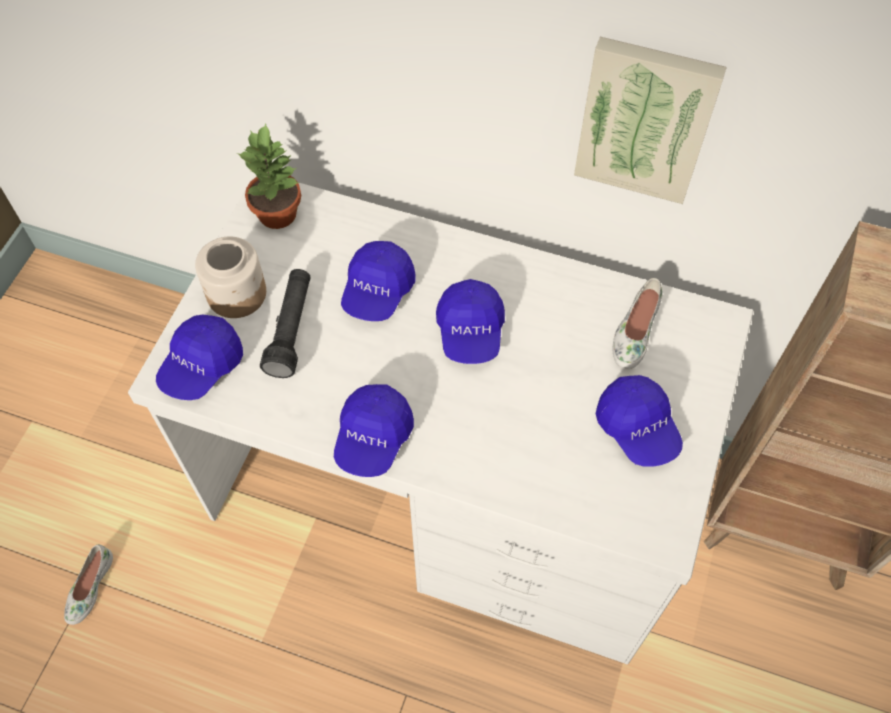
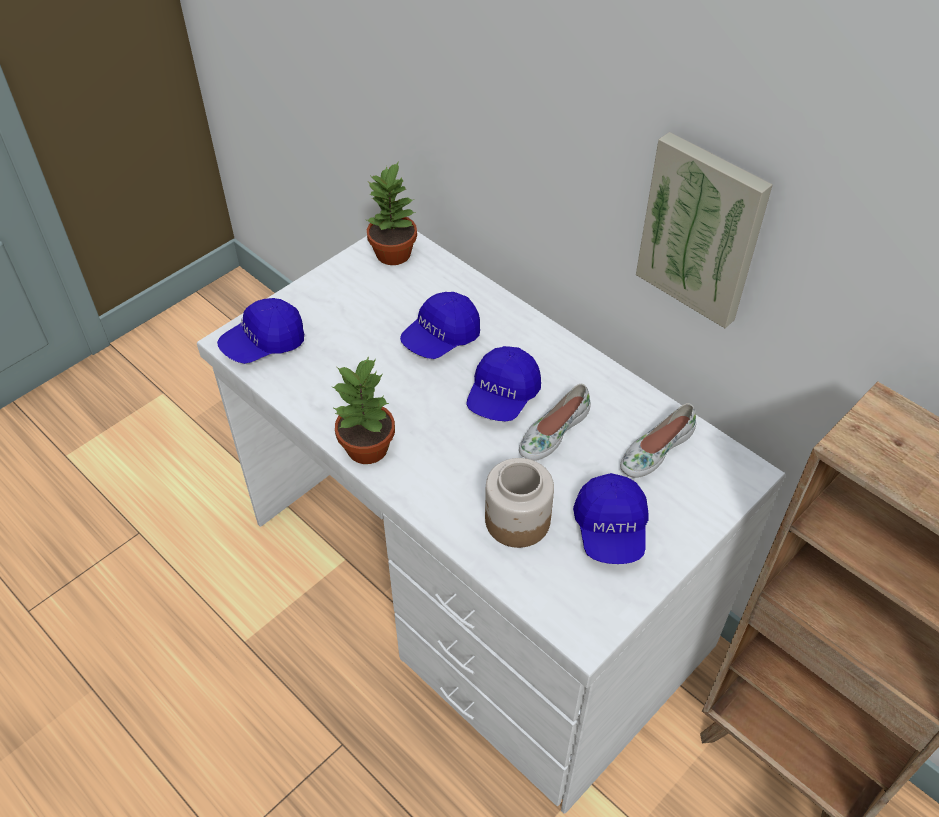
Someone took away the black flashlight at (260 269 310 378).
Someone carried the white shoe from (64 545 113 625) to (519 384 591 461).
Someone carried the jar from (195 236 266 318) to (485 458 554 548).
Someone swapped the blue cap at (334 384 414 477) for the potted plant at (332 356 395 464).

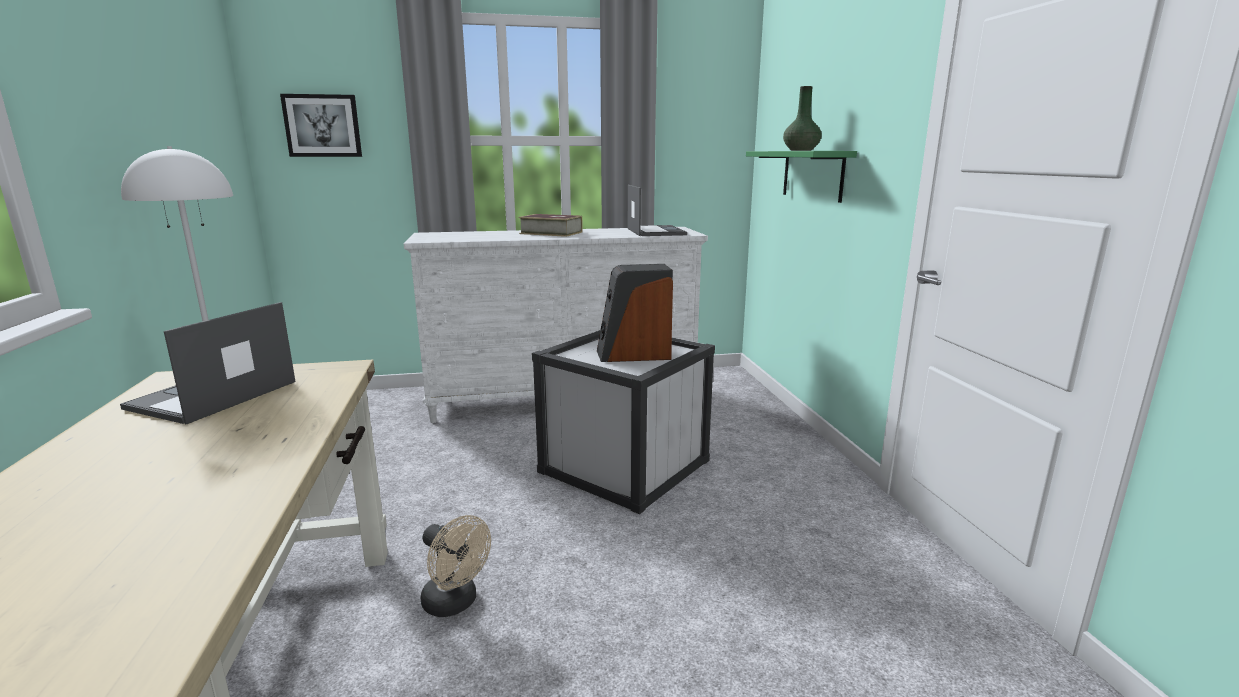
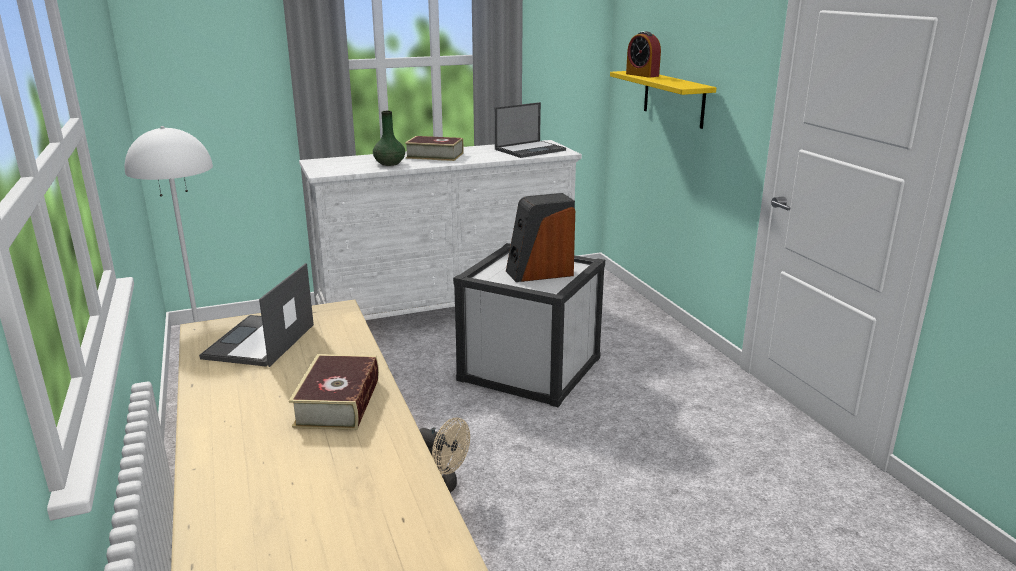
Someone took away the picture at (280 94 362 157).
Someone put down the book at (289 354 379 430).
Someone put down the alarm clock at (626 31 661 78).
Someone carried the green vase from (783 86 822 151) to (373 111 405 166).
Someone repainted the green shelf at (746 151 857 203), which became the yellow shelf at (610 71 717 129).
Someone rotated the laptop at (628 185 687 236) by 75 degrees clockwise.

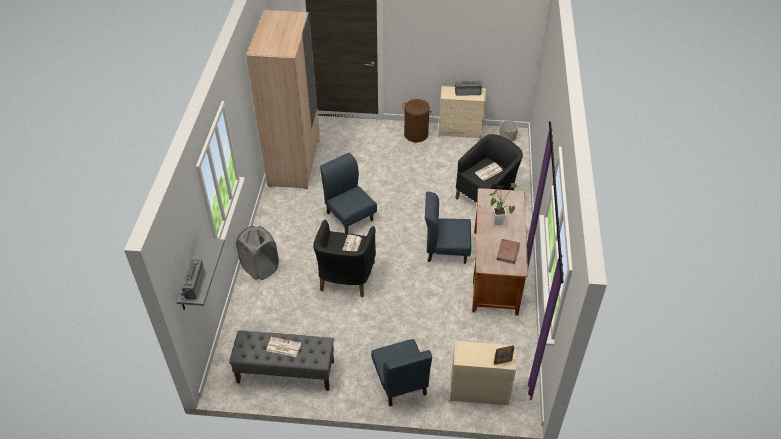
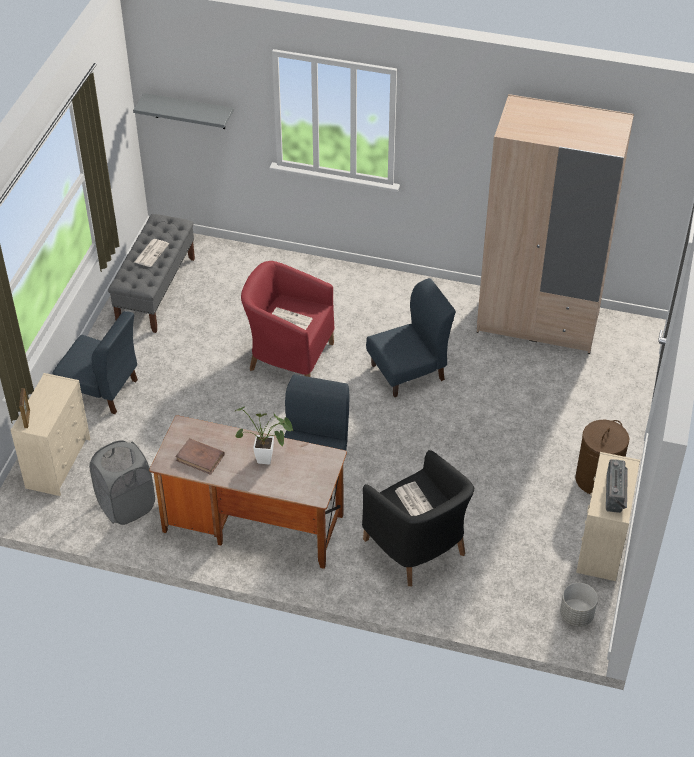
Someone took away the radio at (180 259 205 300).
Someone carried the grey laundry basket from (236 226 279 280) to (89 440 155 525).
Someone repainted the black armchair at (313 220 376 297), which became the red armchair at (241 261 335 377).
Someone rotated the blue chair at (371 339 432 406) by 150 degrees counterclockwise.

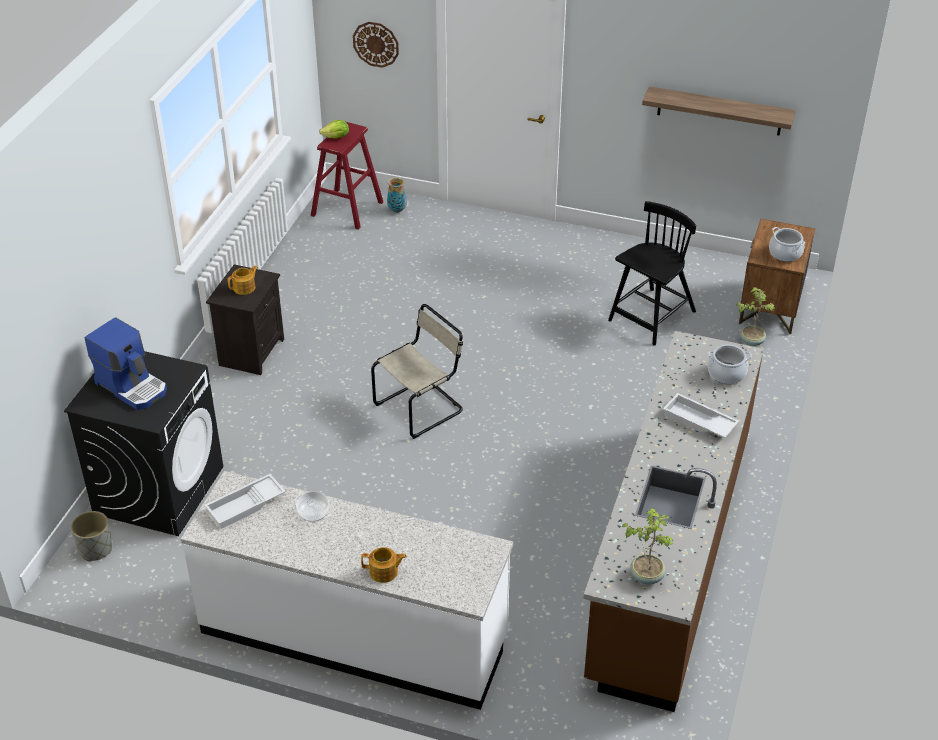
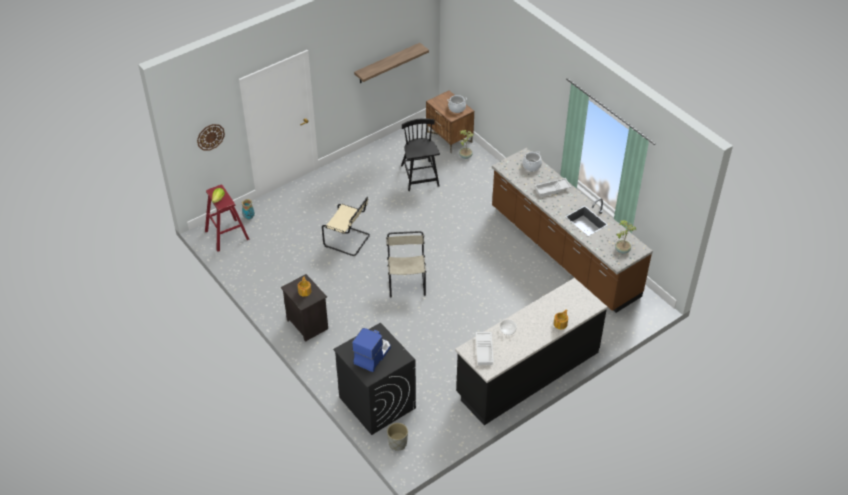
Someone put down the beige chair at (322 197 370 256).
Someone repainted the white counter at (181 471 513 710), which became the black counter at (455 278 607 425).
Someone rotated the coffee machine at (84 317 167 410) by 45 degrees counterclockwise.

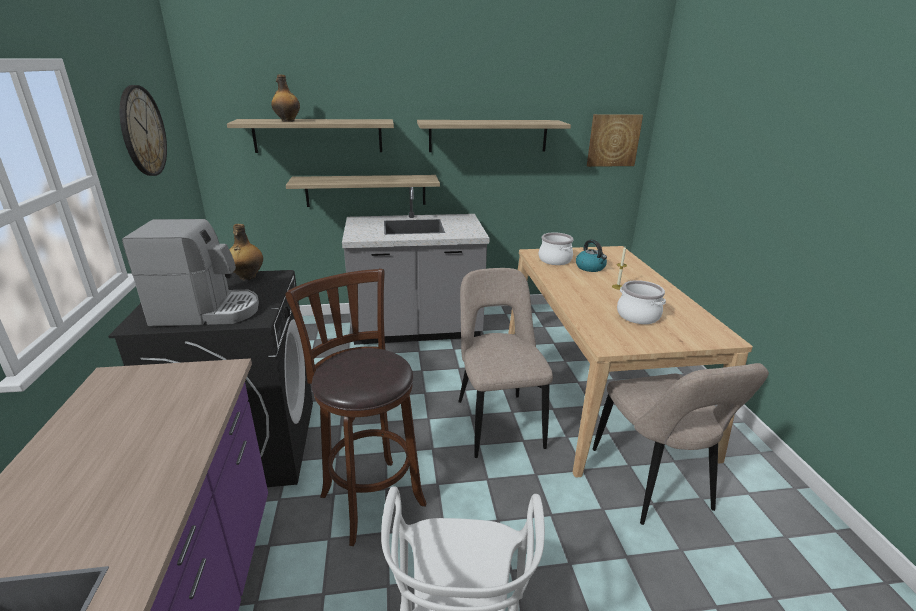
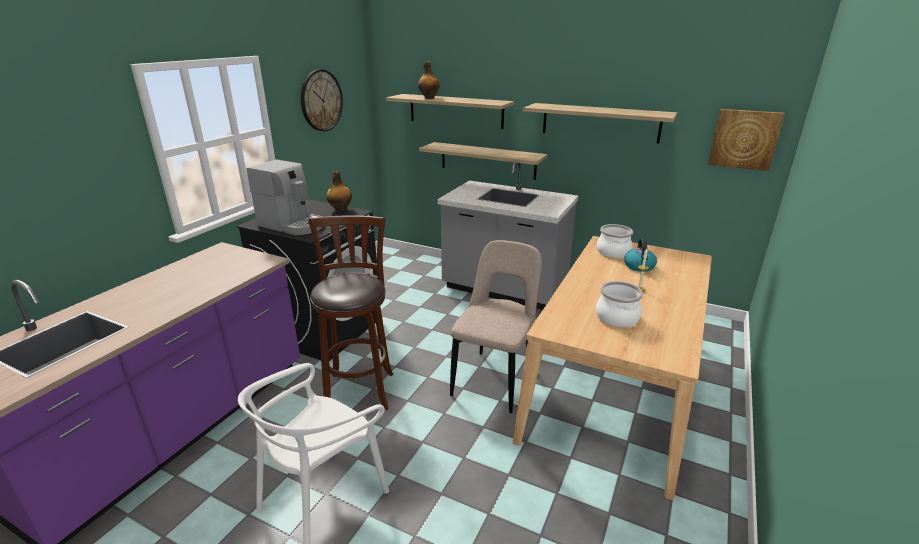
Someone took away the beige chair at (593 363 769 525).

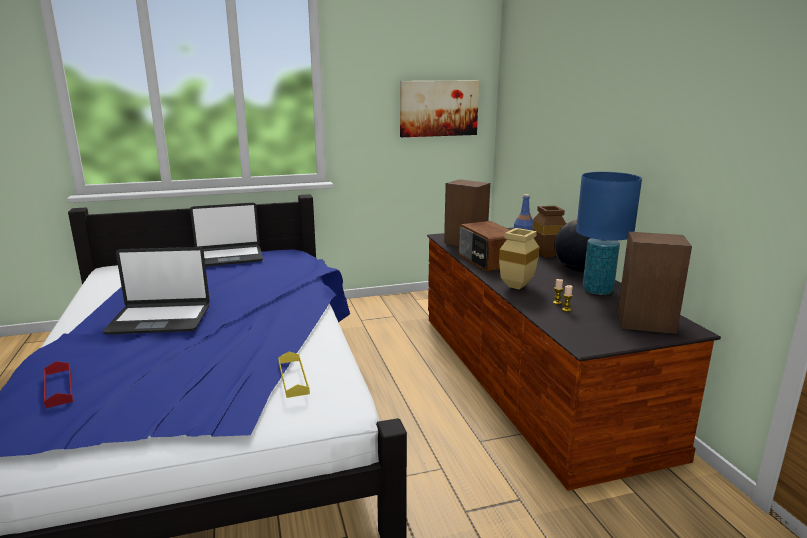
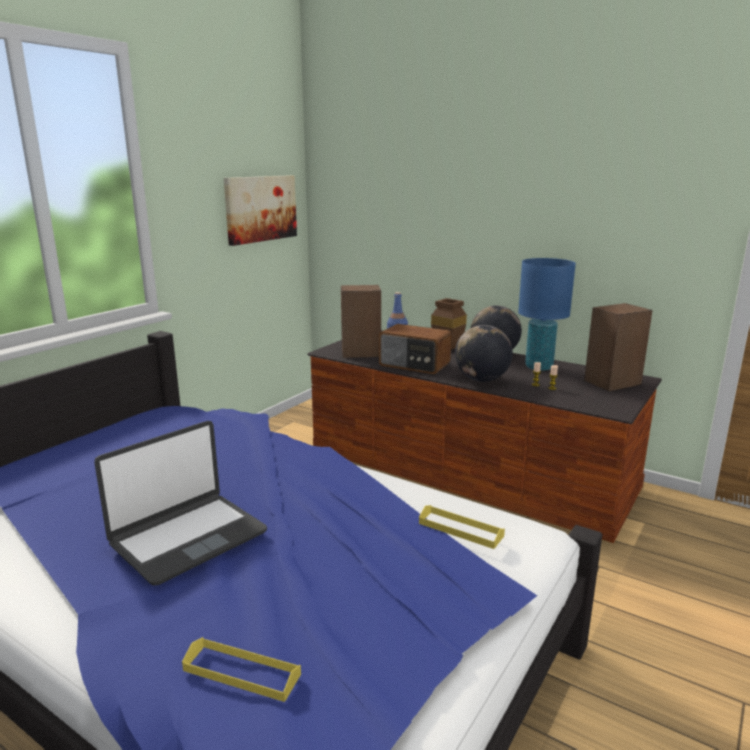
Someone took away the laptop at (190 203 263 267).
Someone swapped the beige vase at (499 228 539 290) for the globe at (455 325 513 382).
Someone repainted the red tray at (44 361 73 409), which became the yellow tray at (182 637 301 702).

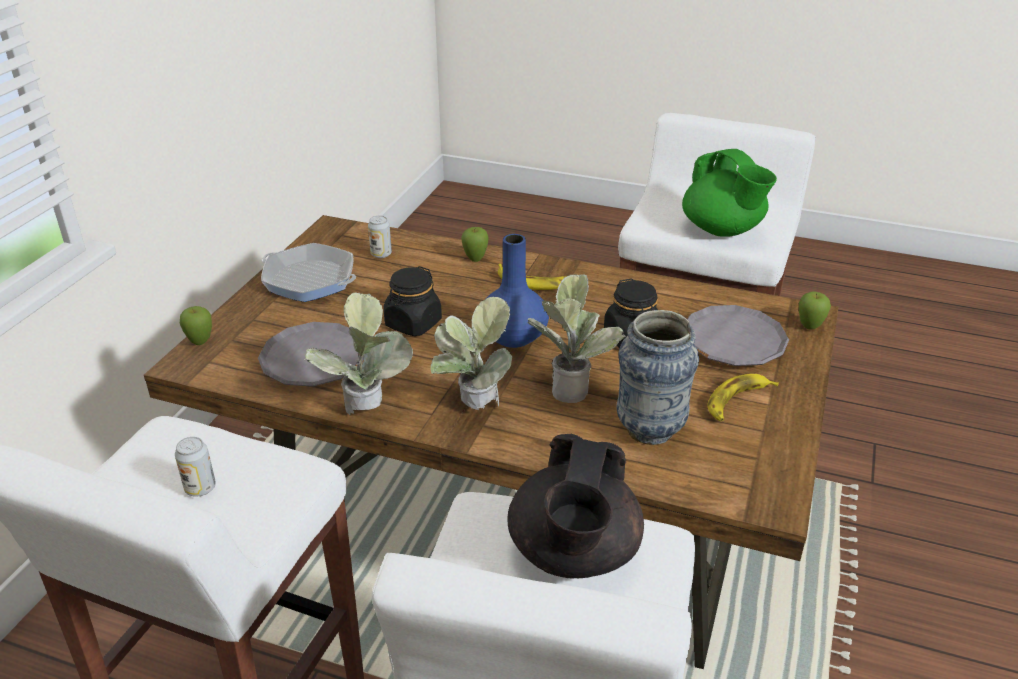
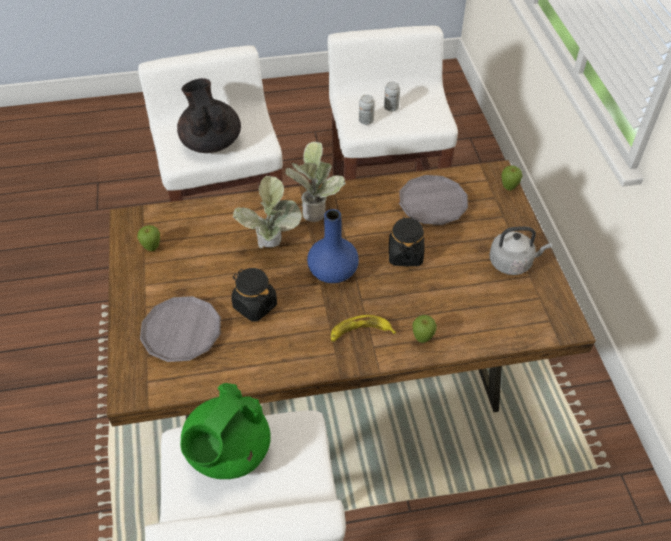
Someone took away the potted plant at (304 292 413 415).
Someone took away the vase at (617 310 699 445).
Someone took away the banana at (707 374 779 421).
Someone carried the can from (368 216 392 258) to (359 95 375 125).
Someone carried the apple from (799 291 831 330) to (137 225 160 251).
Someone swapped the frying pan at (261 243 356 302) for the grey kettle at (489 227 551 275).
Someone rotated the green teapot at (682 149 777 237) by 90 degrees counterclockwise.

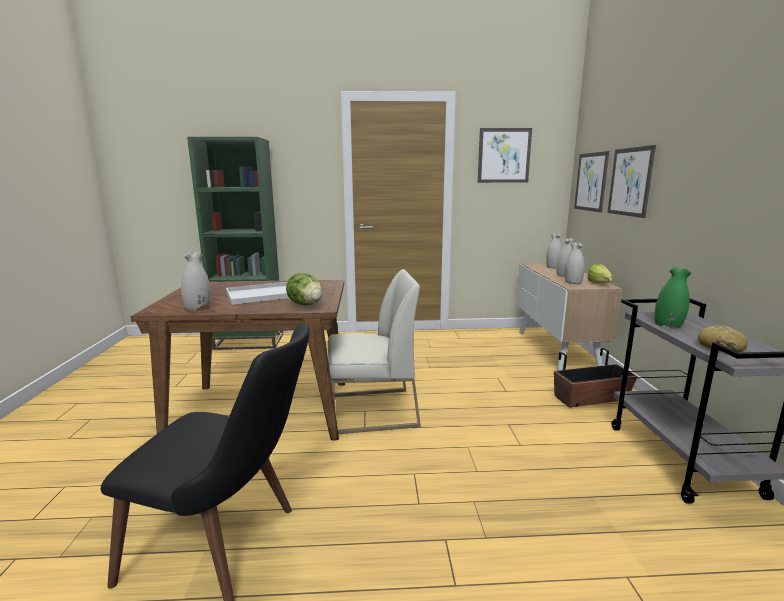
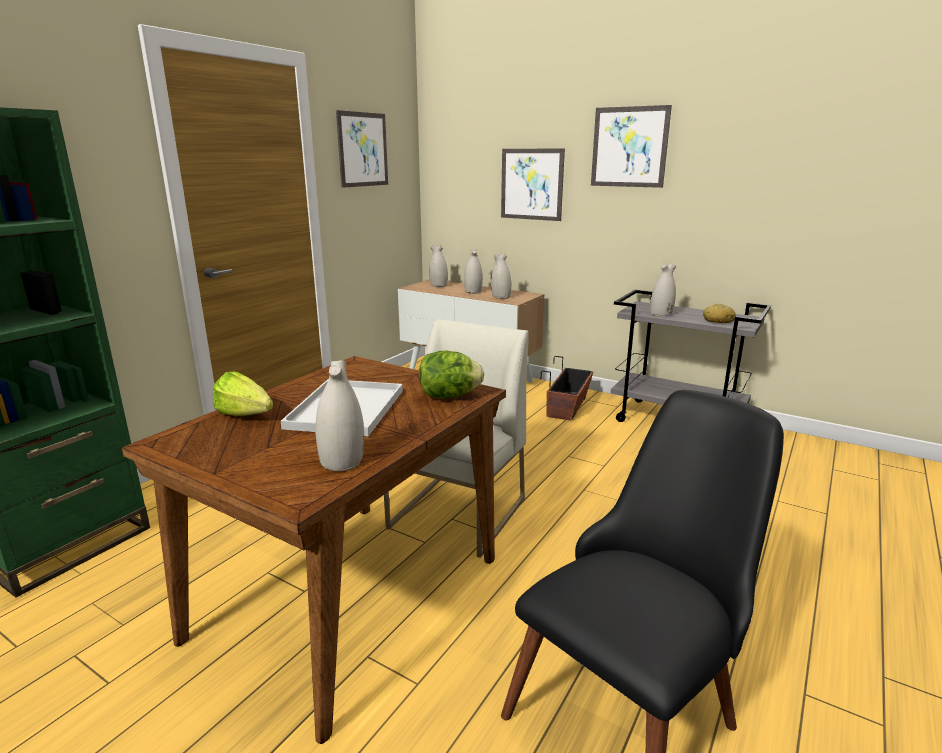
Someone carried the picture from (574 151 609 212) to (591 105 672 188).
Someone carried the lettuce from (587 264 612 283) to (213 371 273 416).
Someone repainted the green vase at (654 267 691 327), which became the white vase at (650 264 676 317).

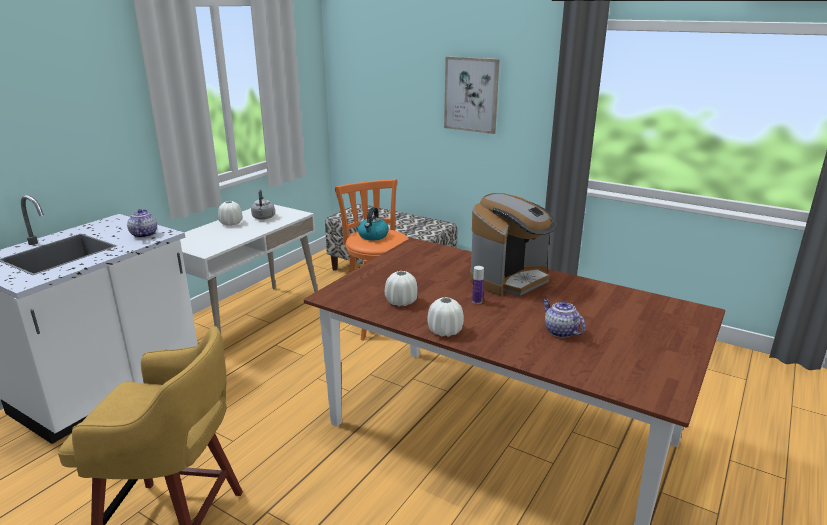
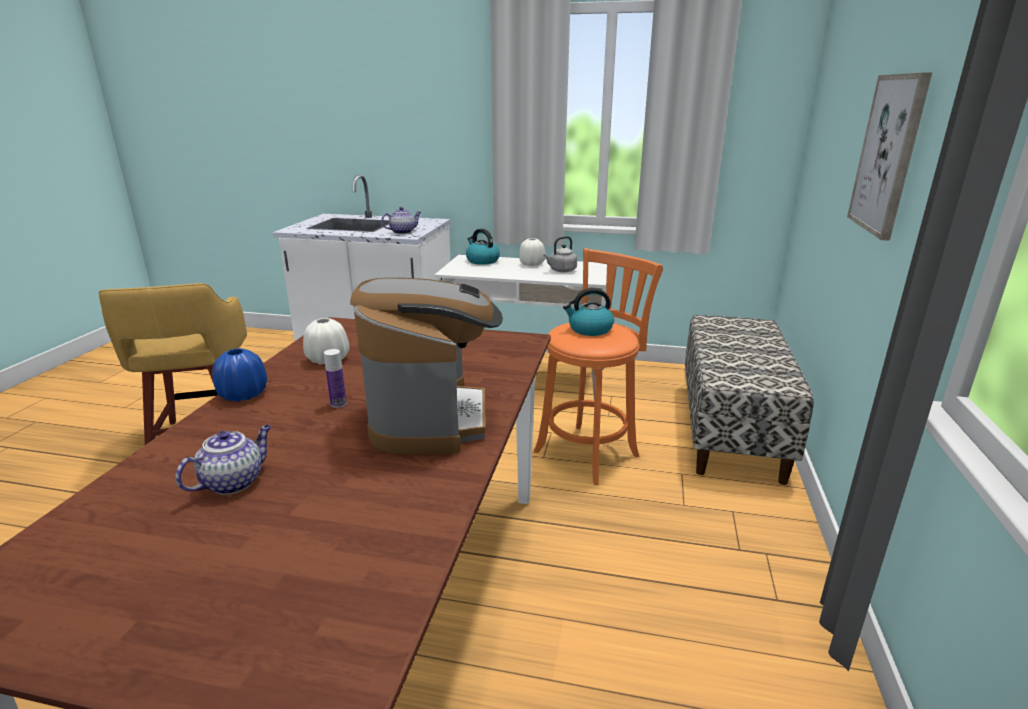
Someone put down the kettle at (466 229 500 265).
Someone repainted the white vase at (427 297 464 337), which became the blue vase at (213 348 267 402).
Someone rotated the coffee machine at (470 193 557 296) by 120 degrees counterclockwise.

